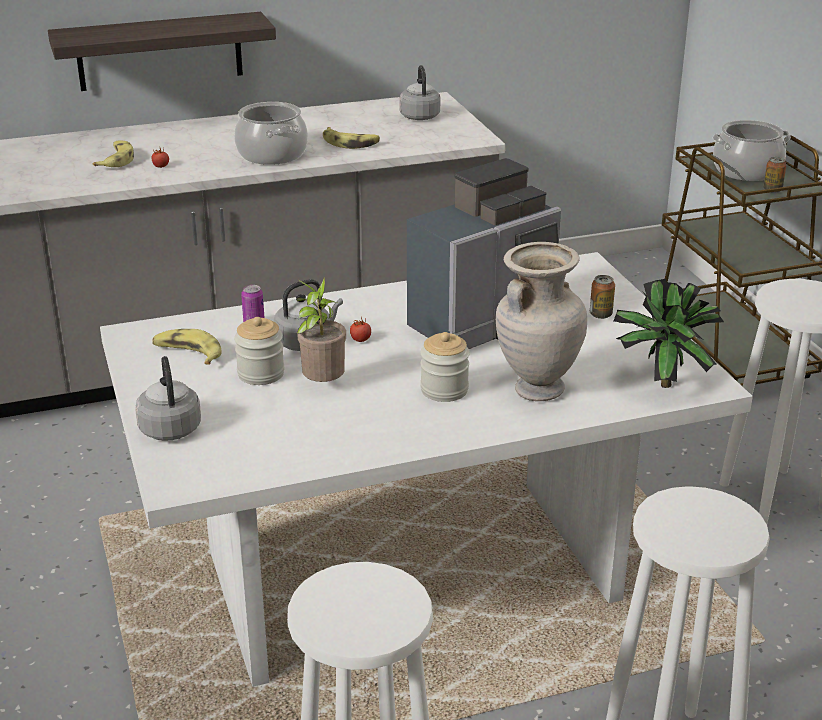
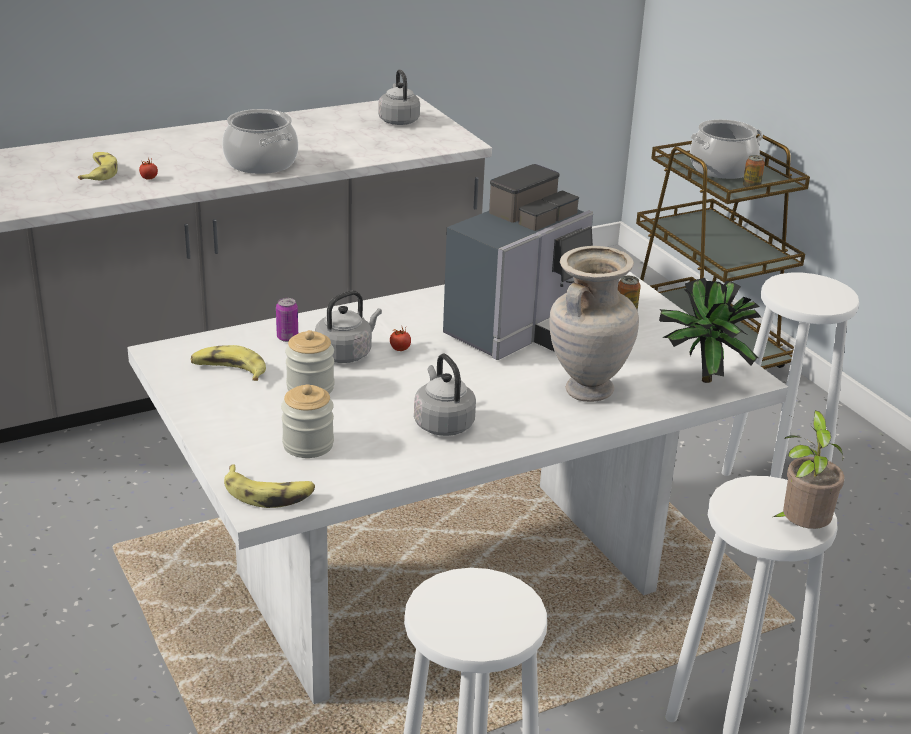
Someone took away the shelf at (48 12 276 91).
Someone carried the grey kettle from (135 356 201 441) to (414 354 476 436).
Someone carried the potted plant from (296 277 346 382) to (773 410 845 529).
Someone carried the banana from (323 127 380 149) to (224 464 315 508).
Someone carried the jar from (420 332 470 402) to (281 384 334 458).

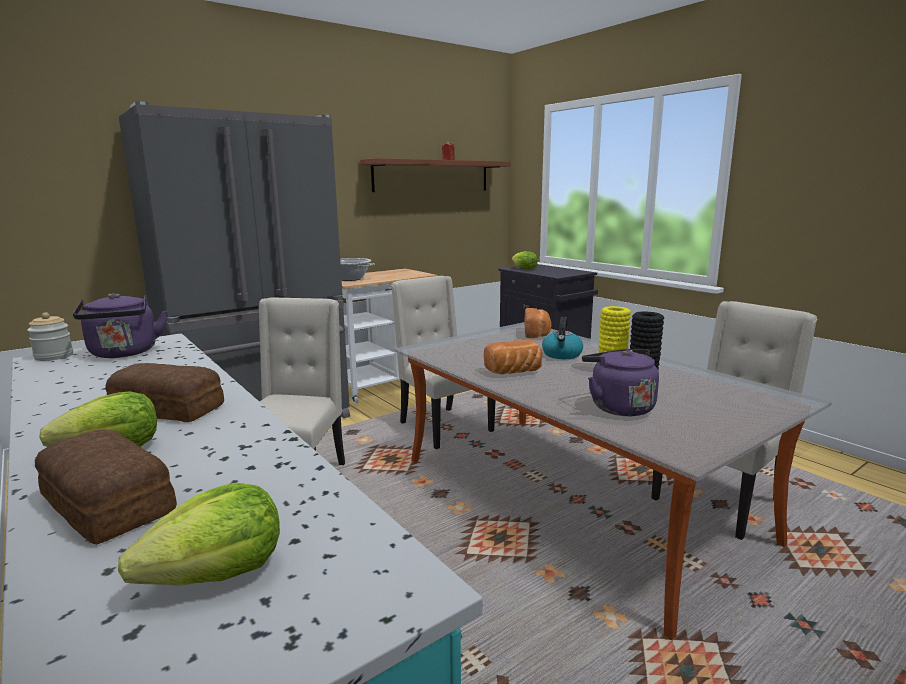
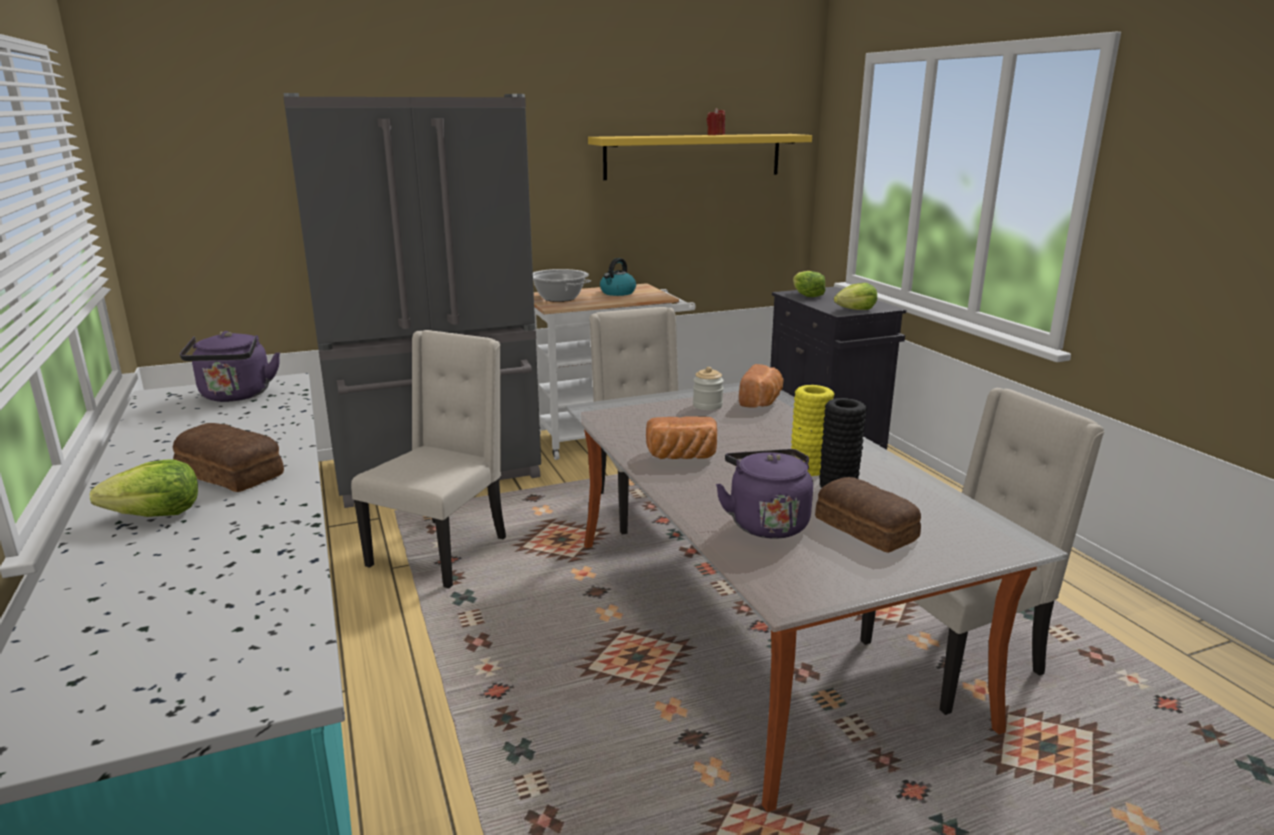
Someone carried the jar from (27 313 73 361) to (693 367 724 410).
Someone carried the bread from (35 429 177 545) to (815 477 921 553).
Someone carried the lettuce from (118 482 280 586) to (834 283 877 310).
Someone carried the kettle from (542 317 583 359) to (600 258 636 296).
Someone repainted the brown shelf at (360 158 511 192), which became the yellow shelf at (588 134 812 180).

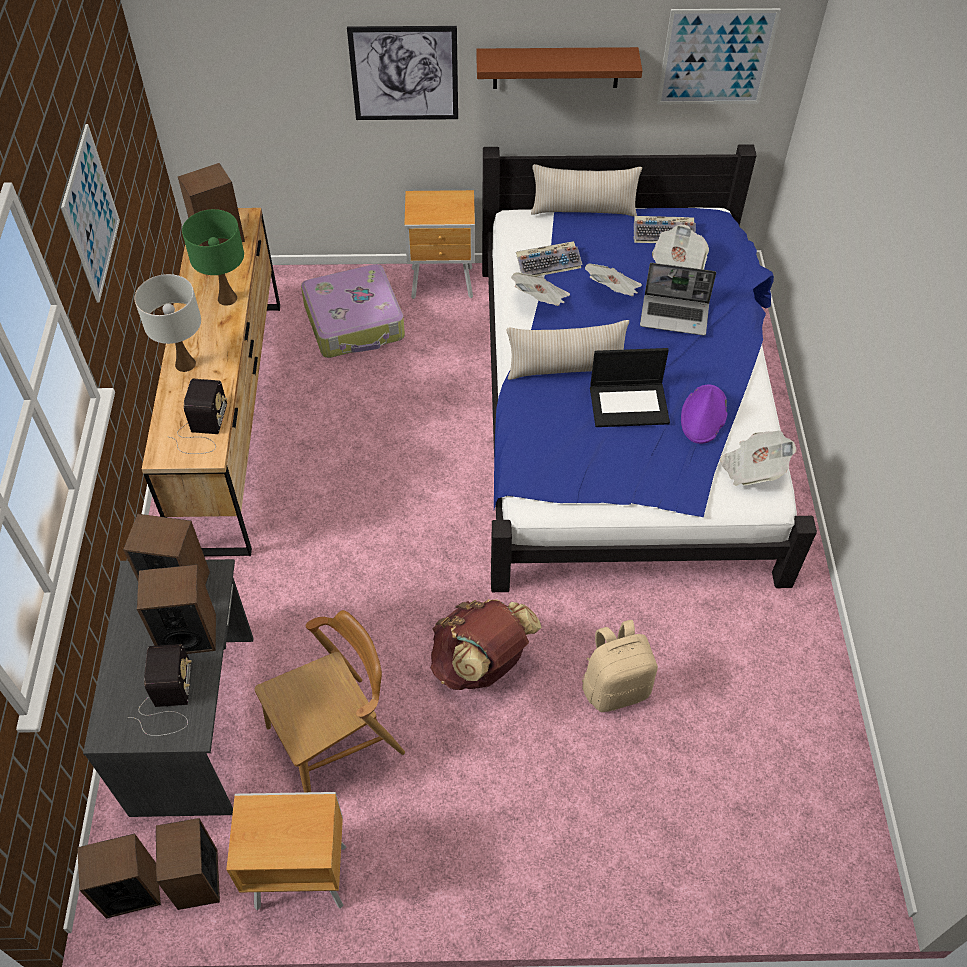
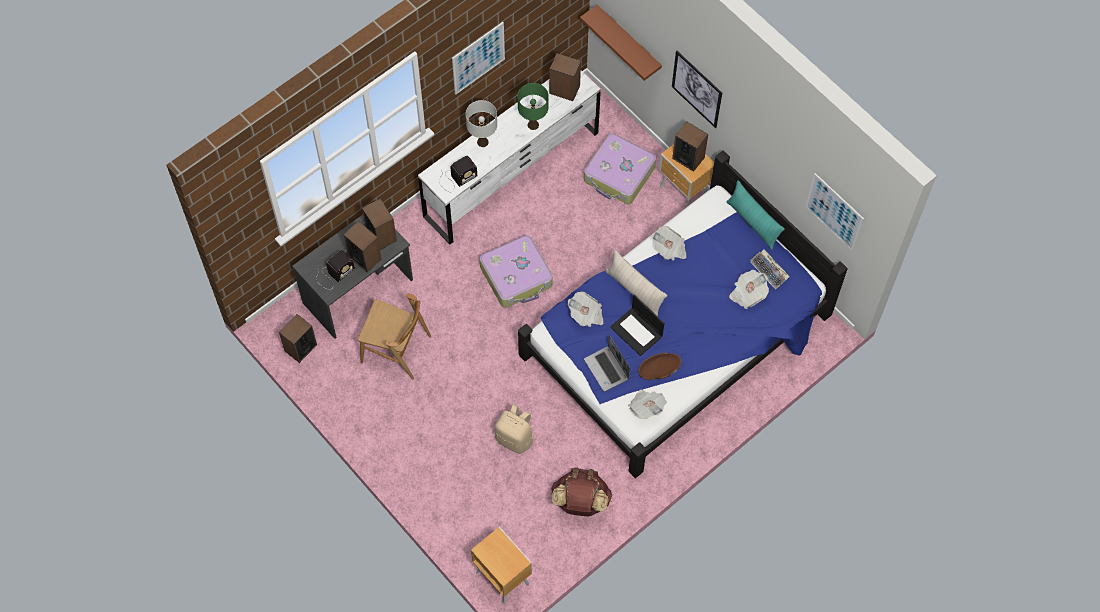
Someone took away the keyboard at (516 241 583 276).
Someone put down the suitcase at (480 235 553 308).
Someone carried the speaker from (77 834 161 919) to (672 121 708 172).
Someone carried the brown nightstand from (226 792 347 910) to (471 527 532 605).
Someone carried the brown backpack from (431 599 542 690) to (551 468 612 517).
Someone carried the brown shelf from (476 47 642 89) to (580 5 662 81).
Someone carried the newspaper from (585 264 642 296) to (568 292 603 327).
Someone carried the laptop from (640 263 716 336) to (584 335 630 392).
Someone repainted the brown dresser at (142 208 280 556), which became the white dresser at (418 70 601 245).
Someone repainted the beige pillow at (531 164 642 216), which became the turquoise pillow at (726 180 785 250).
Someone repainted the purple hat at (681 385 727 444), which became the brown hat at (638 353 681 380).

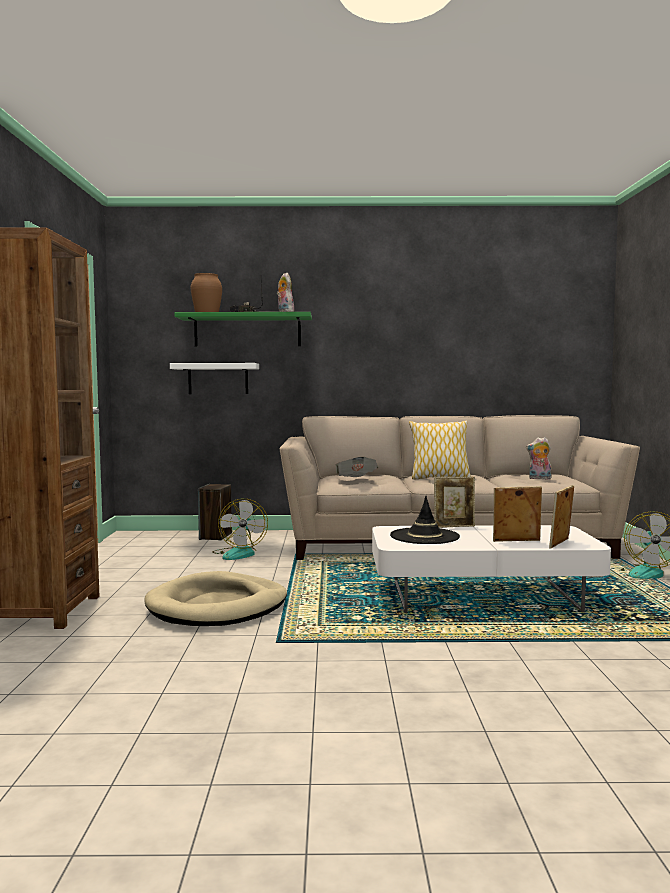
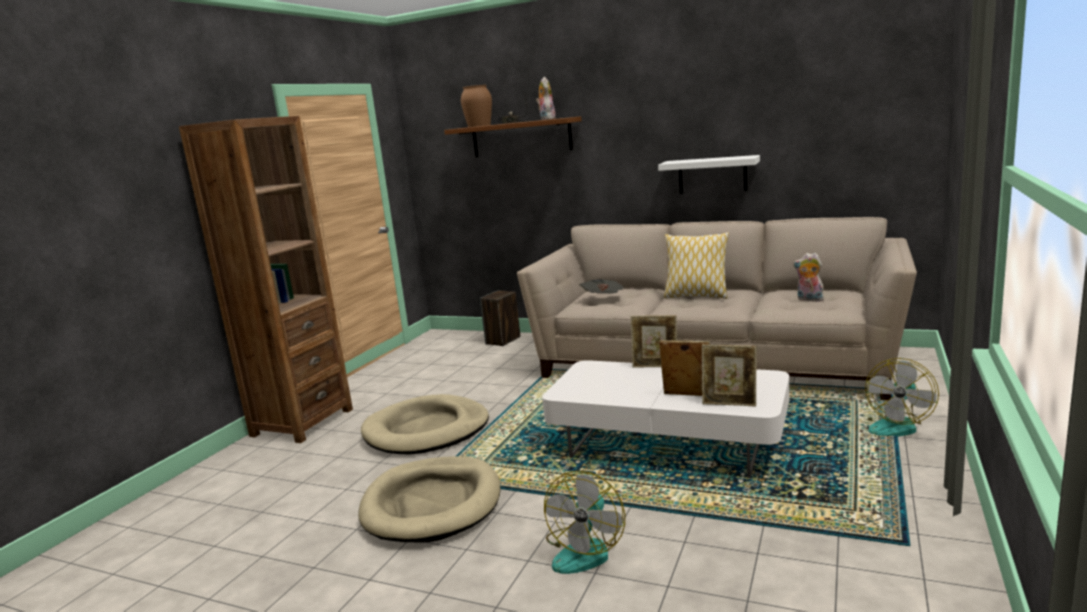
Someone took away the black hat at (390 496 460 544).
Someone put down the beige dog bed at (358 456 501 542).
Someone carried the white shelf from (170 363 259 394) to (658 155 760 194).
Someone carried the fan from (213 499 268 560) to (544 471 625 574).
Someone repainted the green shelf at (174 312 312 347), which became the brown shelf at (444 116 582 157).
Someone rotated the picture frame at (549 485 574 549) by 135 degrees counterclockwise.

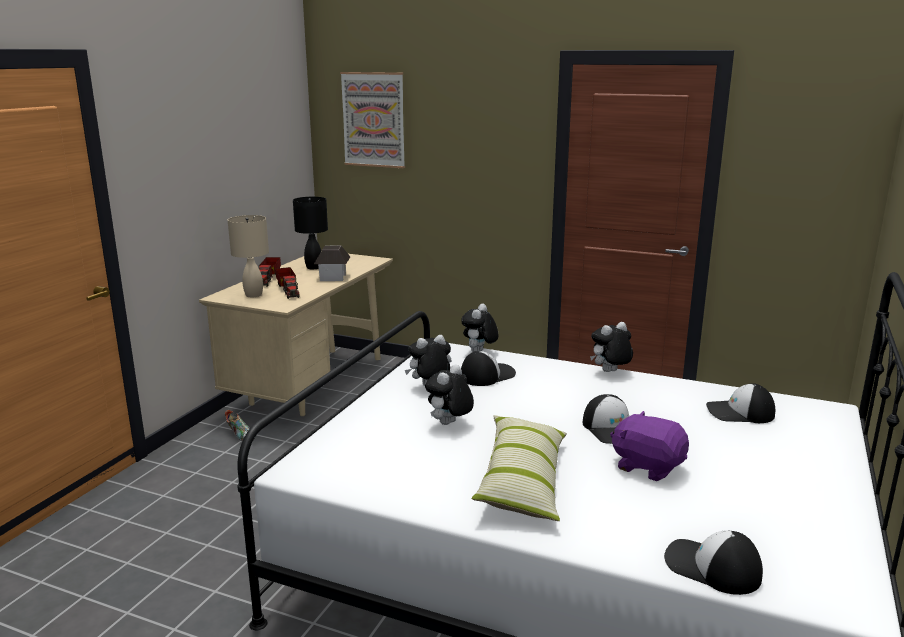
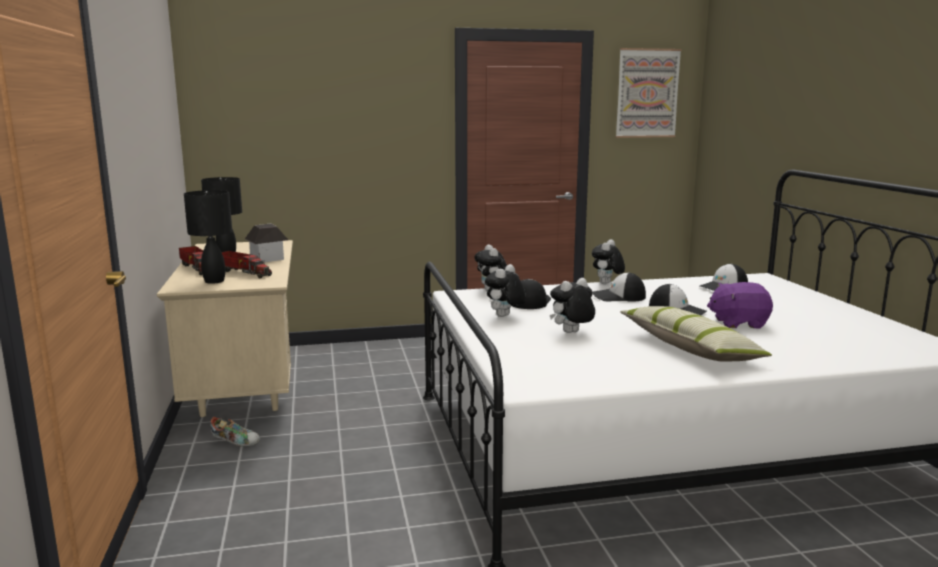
Someone carried the picture from (340 72 405 168) to (615 48 682 138).
Someone carried the cap from (664 530 763 595) to (593 272 646 302).
Someone repainted the beige table lamp at (228 215 269 297), which became the black table lamp at (184 190 232 284).
Someone rotated the plush toy at (425 364 474 425) by 60 degrees clockwise.

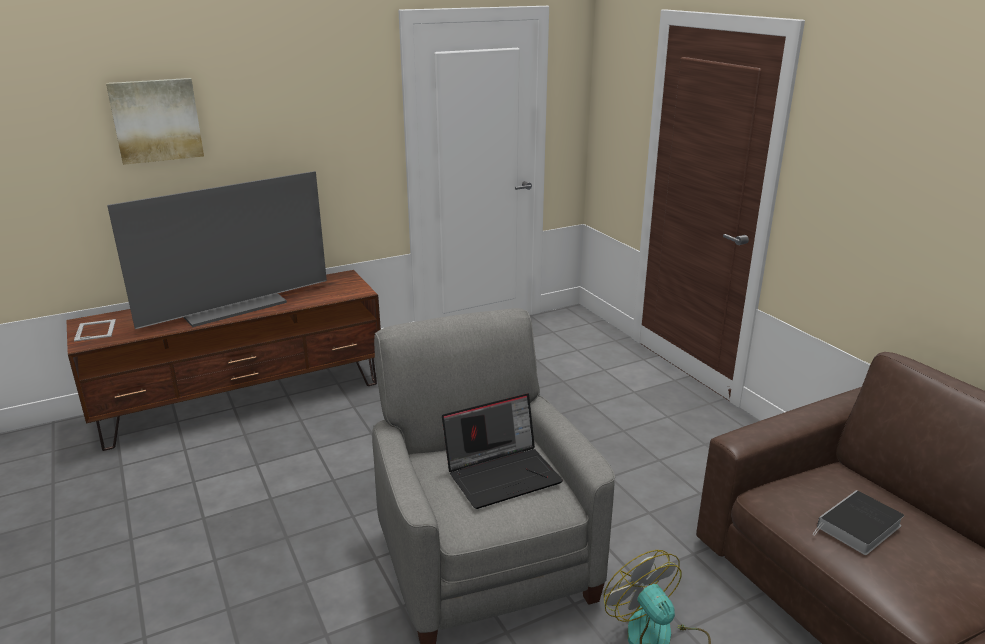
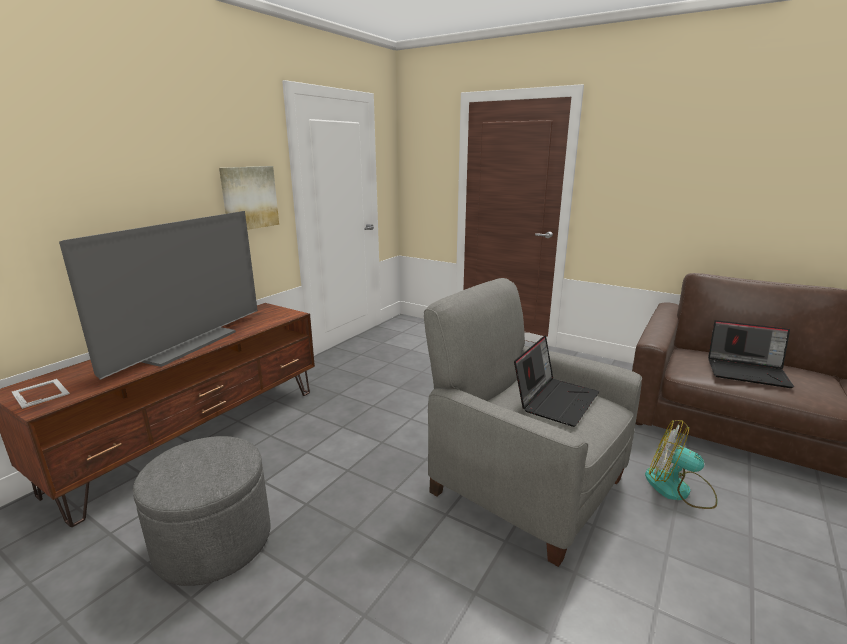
Someone put down the grey ottoman at (133 436 271 586).
Someone carried the picture from (106 78 204 165) to (219 166 279 230).
Someone swapped the book at (812 490 904 555) for the laptop at (708 320 794 388).

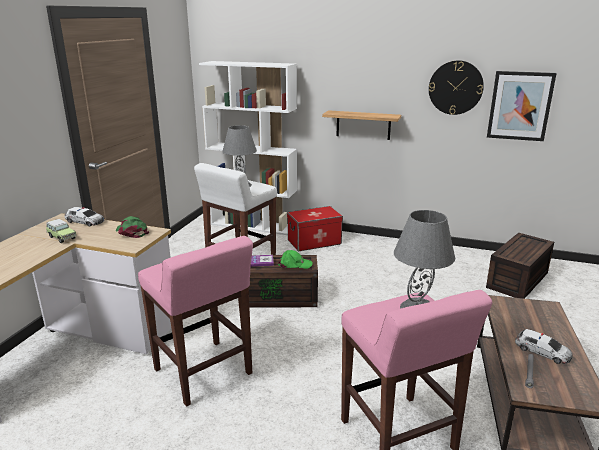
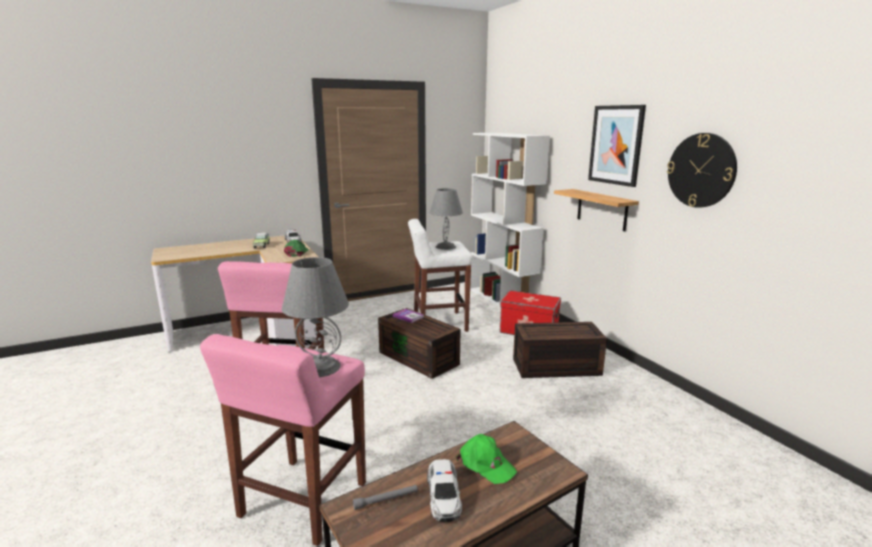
Someone carried the green cap from (278 250 313 269) to (457 434 517 484).
Someone carried the brown storage box from (486 233 554 299) to (513 322 607 378).
Someone carried the picture from (487 71 557 141) to (588 105 646 187).

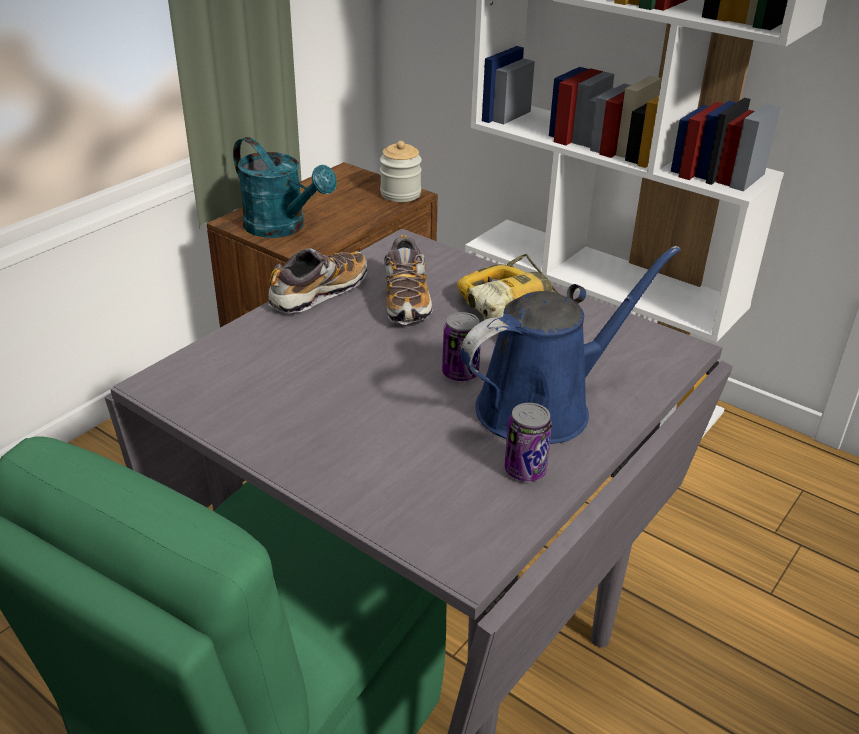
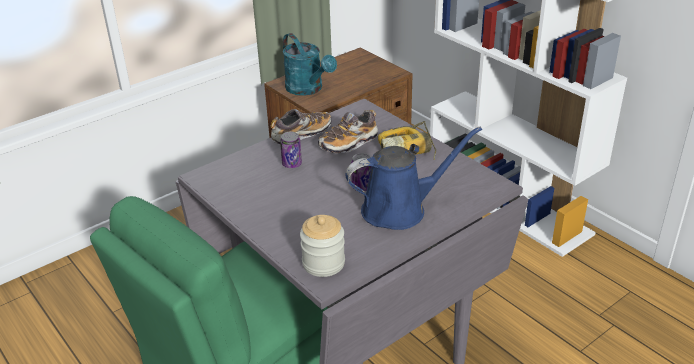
Someone carried the jar from (380 141 422 202) to (300 215 345 277).
Someone carried the can from (505 403 552 481) to (280 132 302 168).
Someone rotated the shoe at (384 235 433 325) by 45 degrees clockwise.

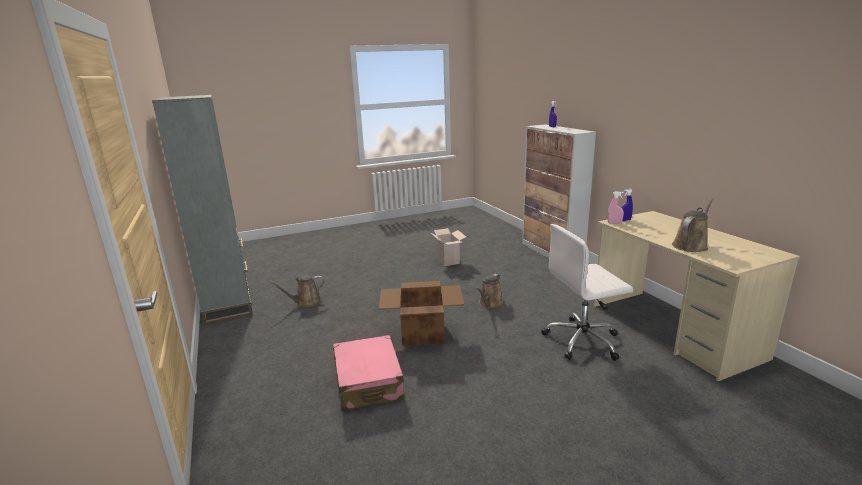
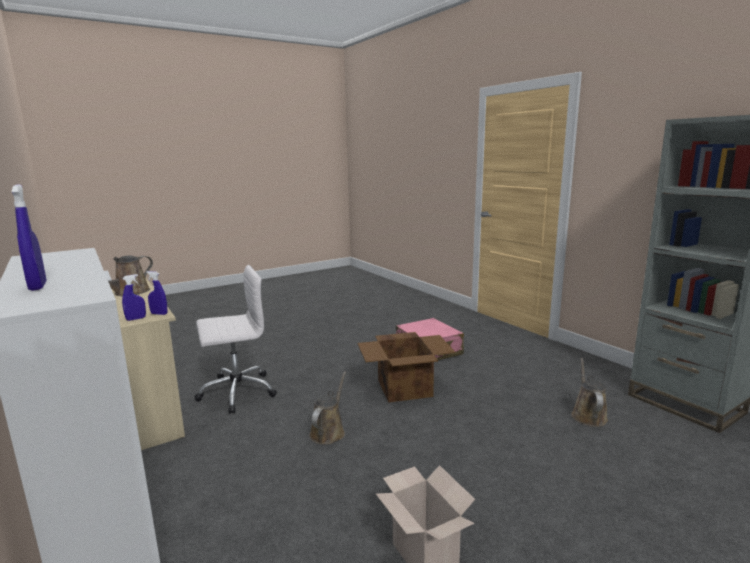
Someone repainted the pink spray bottle at (608 191 624 224), which became the blue spray bottle at (146 271 167 315).
Someone rotated the brown watering can at (269 276 325 307) by 45 degrees counterclockwise.

